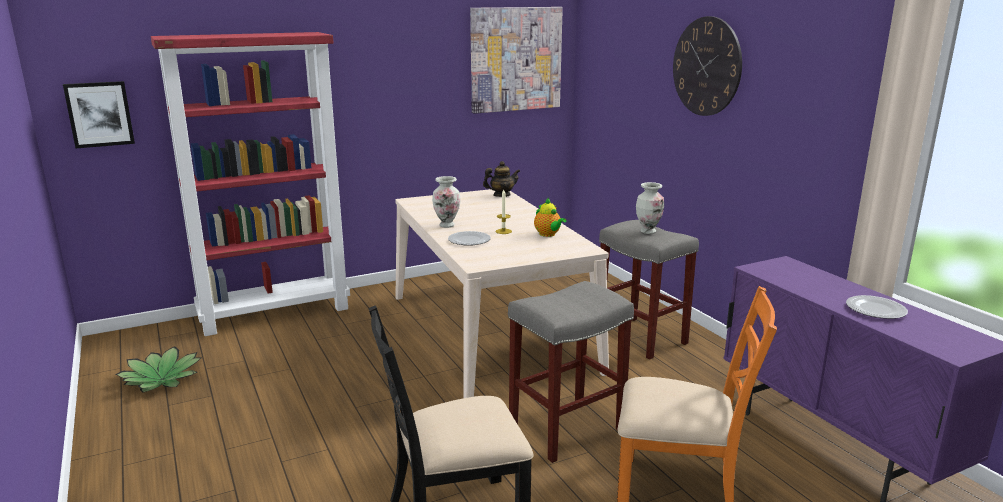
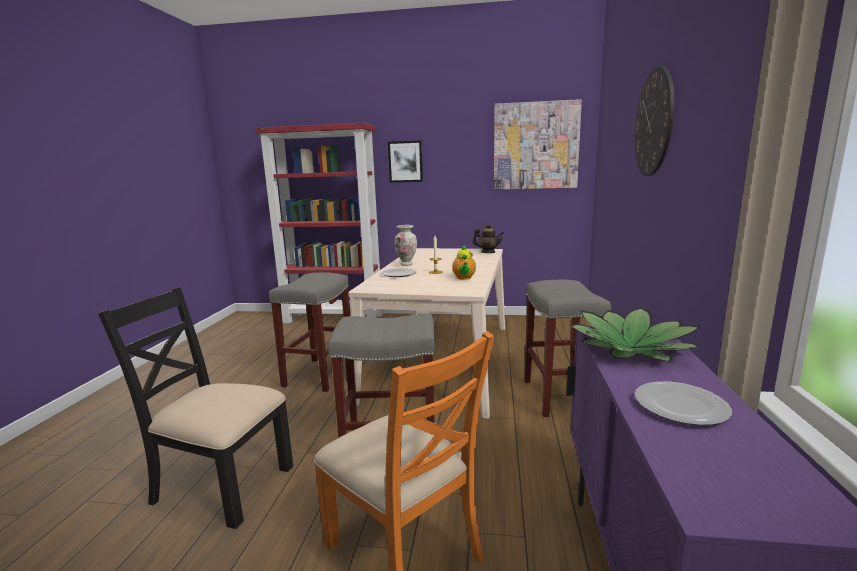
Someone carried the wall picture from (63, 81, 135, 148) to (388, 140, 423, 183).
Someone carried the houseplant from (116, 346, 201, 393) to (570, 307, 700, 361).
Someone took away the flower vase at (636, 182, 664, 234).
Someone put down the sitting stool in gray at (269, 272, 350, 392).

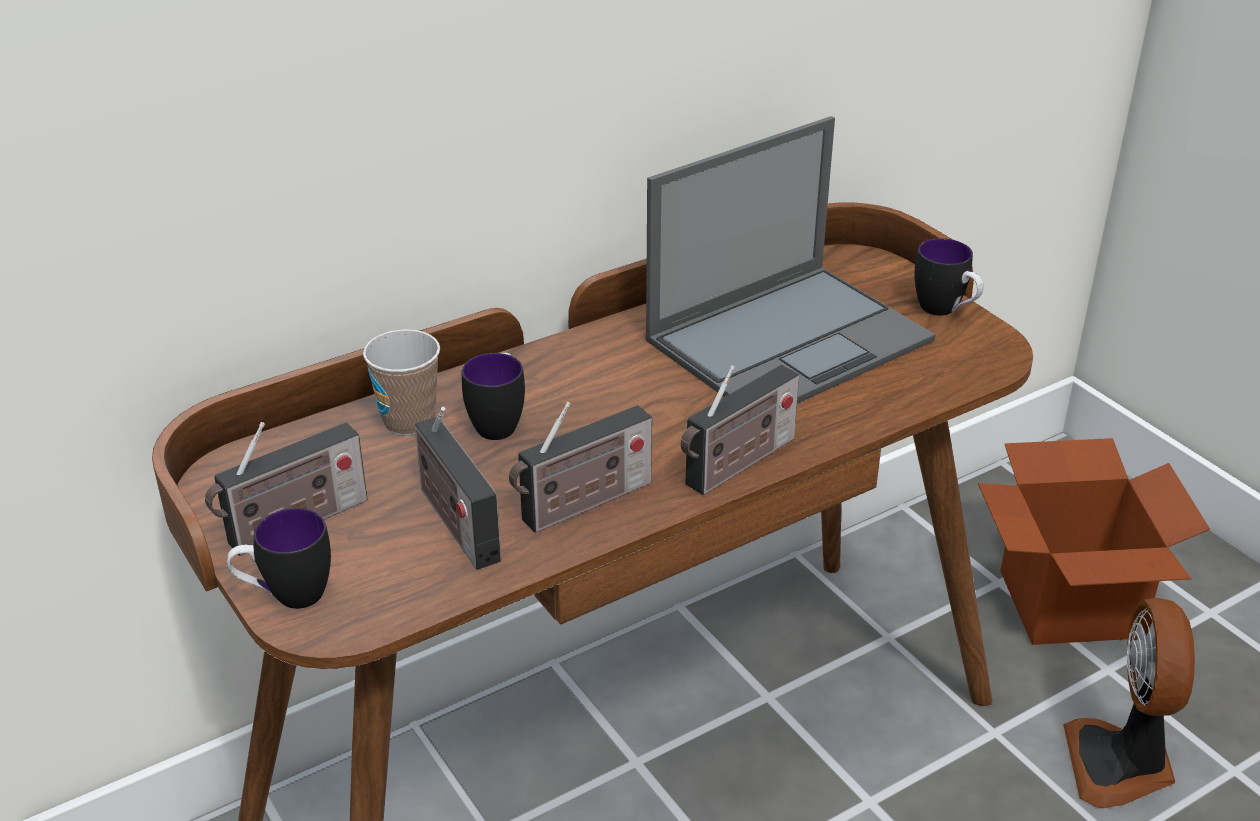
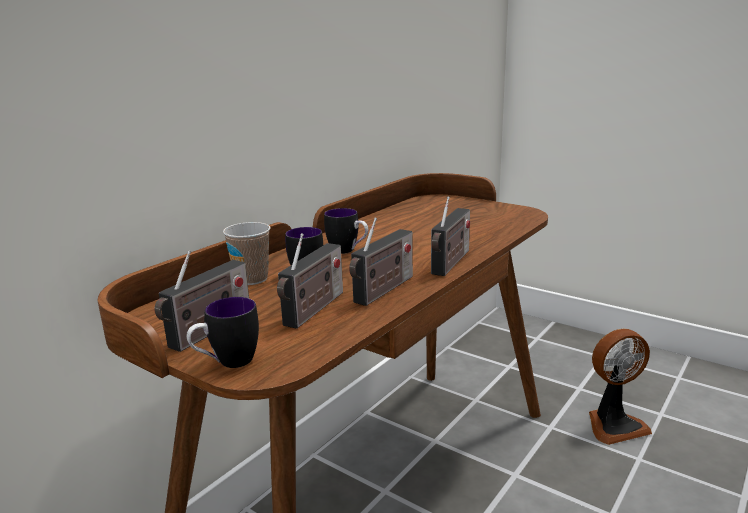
Someone rotated the radio receiver at (415, 407, 501, 570) by 105 degrees counterclockwise.
Someone took away the laptop at (646, 116, 936, 404).
Someone carried the mug from (914, 238, 984, 316) to (324, 208, 368, 254).
Someone took away the packing box at (978, 438, 1210, 645).
Someone rotated the electric fan at (1063, 598, 1195, 808) by 90 degrees counterclockwise.

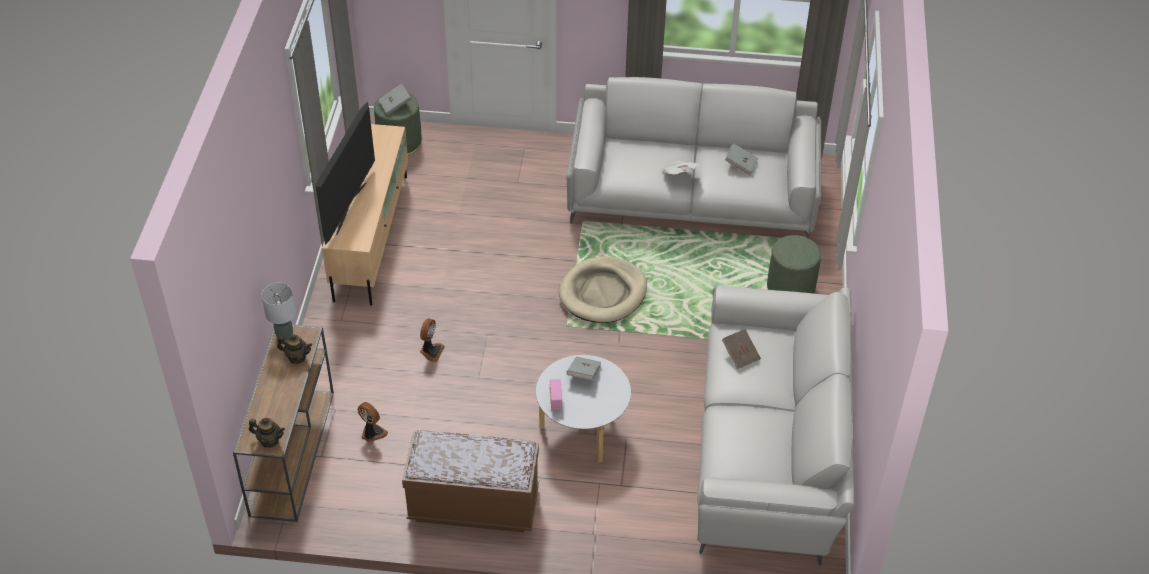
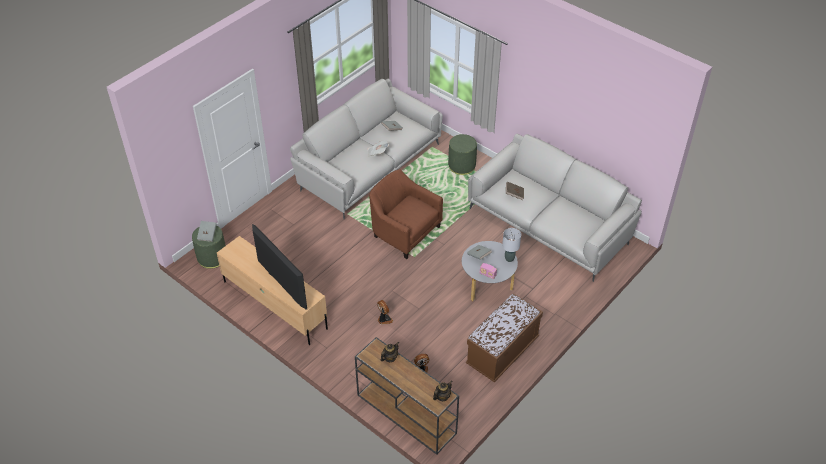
Someone carried the tabletop lamp in gray from (261, 283, 296, 341) to (502, 228, 521, 262).
Someone swapped the pet bed in sand-coloured at (559, 256, 647, 323) for the armchair in brownish at (369, 169, 443, 259).

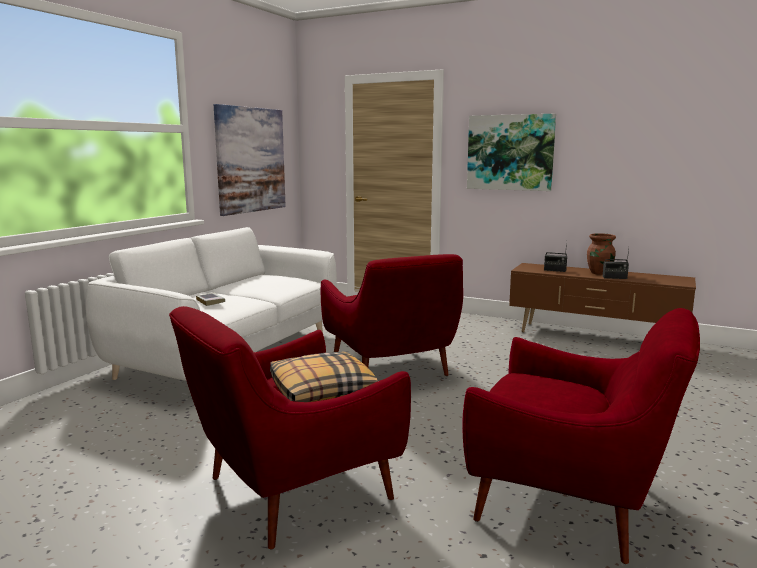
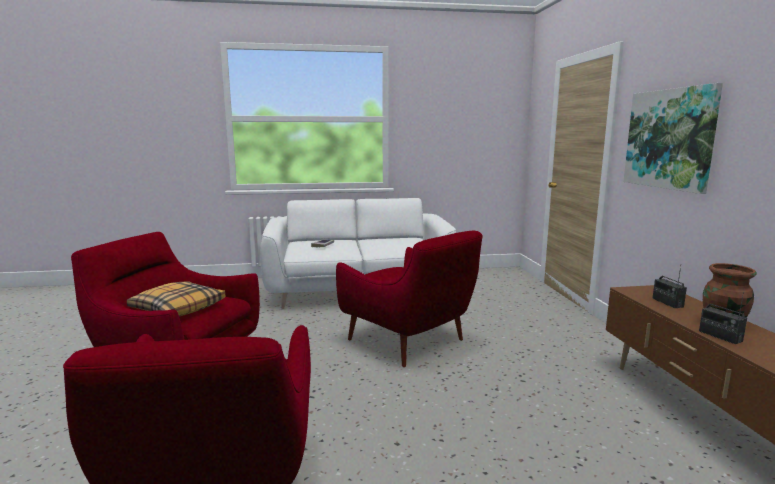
Someone took away the wall picture at (214, 104, 286, 216).
Someone rotated the armchair in red-coloured at (321, 254, 463, 376) by 75 degrees counterclockwise.

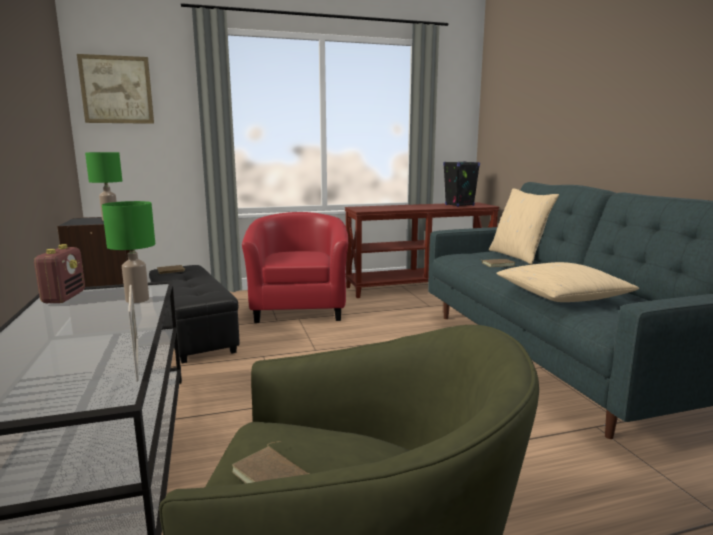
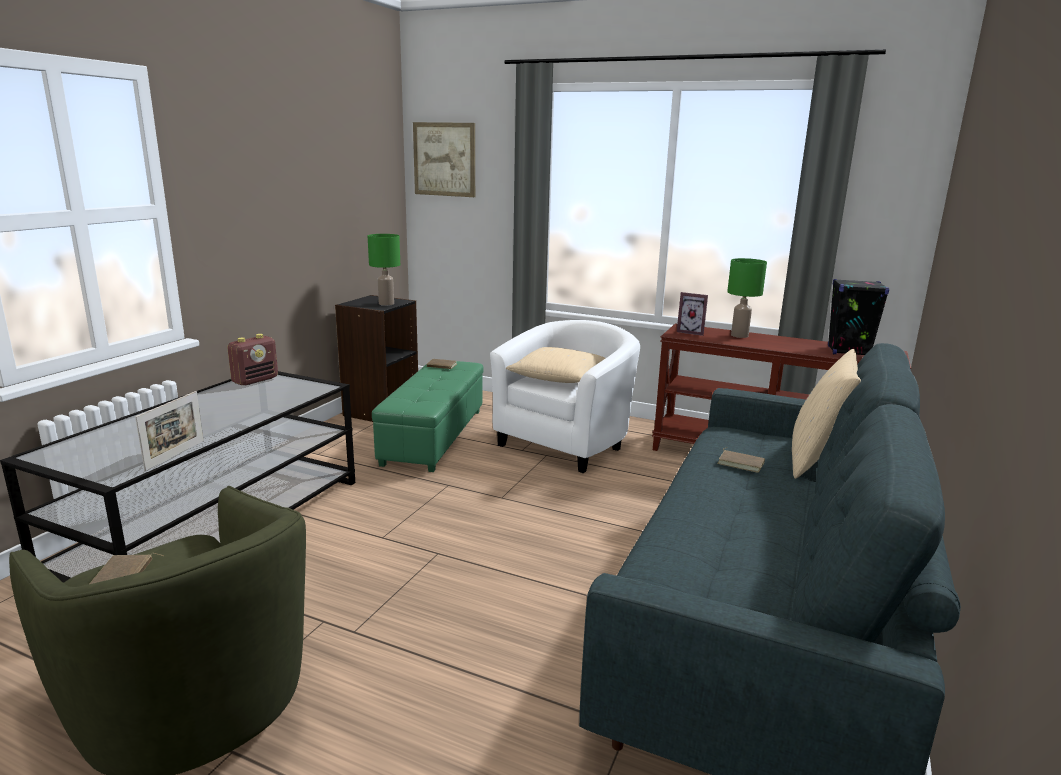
Someone carried the tabletop lamp in green-coloured from (102, 201, 155, 303) to (727, 258, 767, 338).
Someone repainted the pouffe in black-coloured at (149, 265, 240, 363), which became the pouffe in green-coloured at (372, 361, 483, 472).
Someone repainted the armchair in red-coloured at (242, 212, 348, 323), which became the armchair in whitish at (490, 320, 640, 473).
Someone carried the pillow in sand-coloured from (496, 262, 639, 302) to (506, 347, 605, 383).
Someone put down the photo frame at (677, 292, 708, 336).

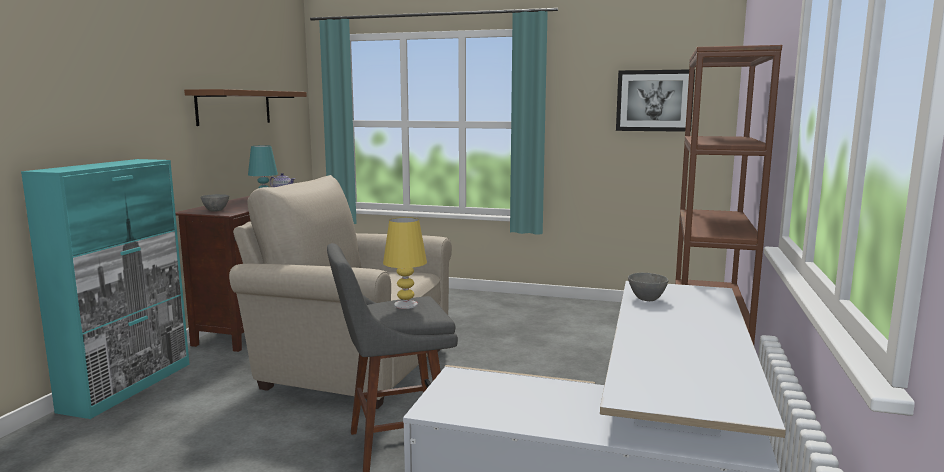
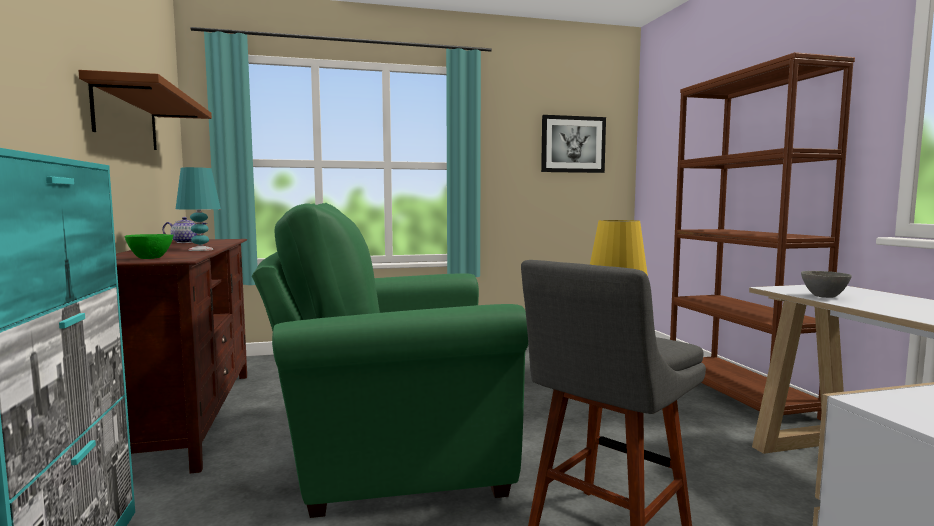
Someone repainted the deep dish in gray at (200, 194, 229, 212), which became the deep dish in green-coloured at (125, 234, 173, 259).
Someone repainted the armchair in sand-coloured at (229, 175, 452, 409), which became the armchair in green-coloured at (252, 203, 528, 518).

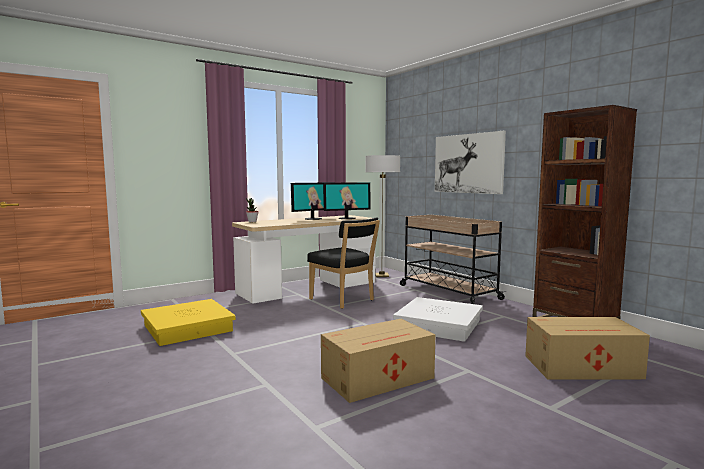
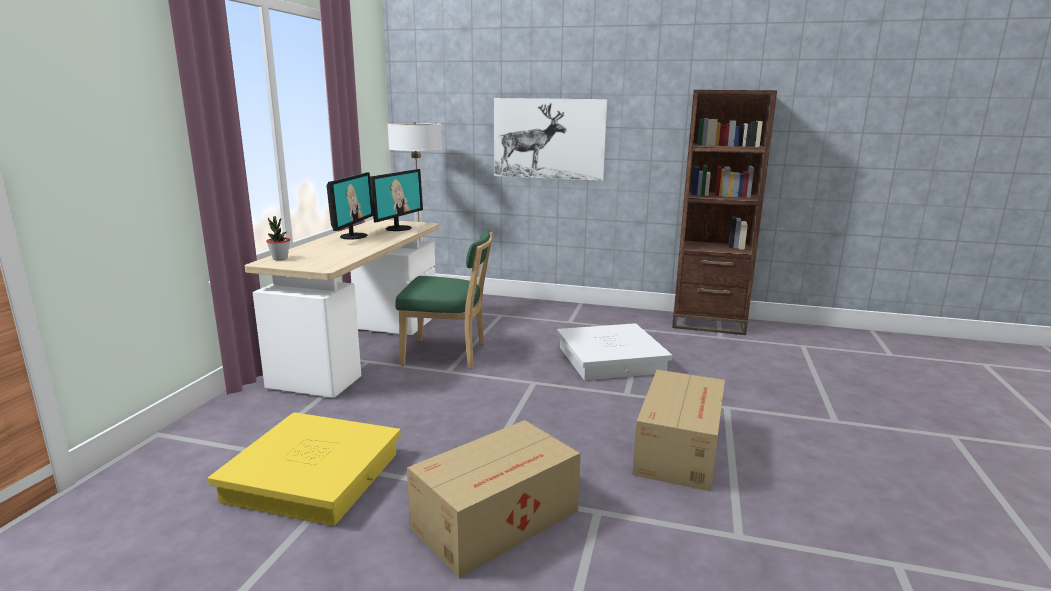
Someone repainted the upright chair in black-coloured at (307, 217, 380, 309), which became the upright chair in green-coloured at (396, 228, 493, 369).
Someone took away the trolley in sand-coloured at (400, 215, 506, 304).
Someone carried the packing box from (525, 317, 650, 379) to (407, 420, 581, 578).

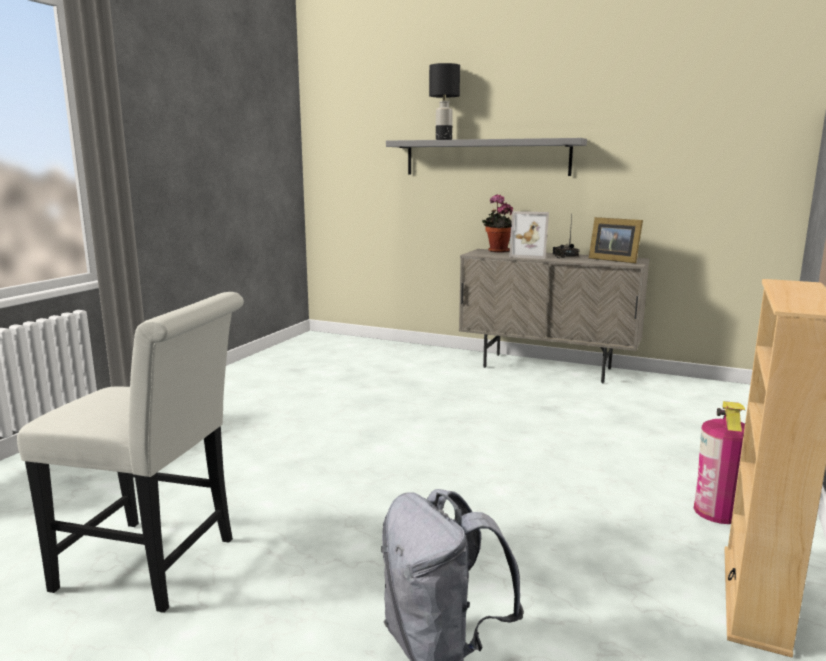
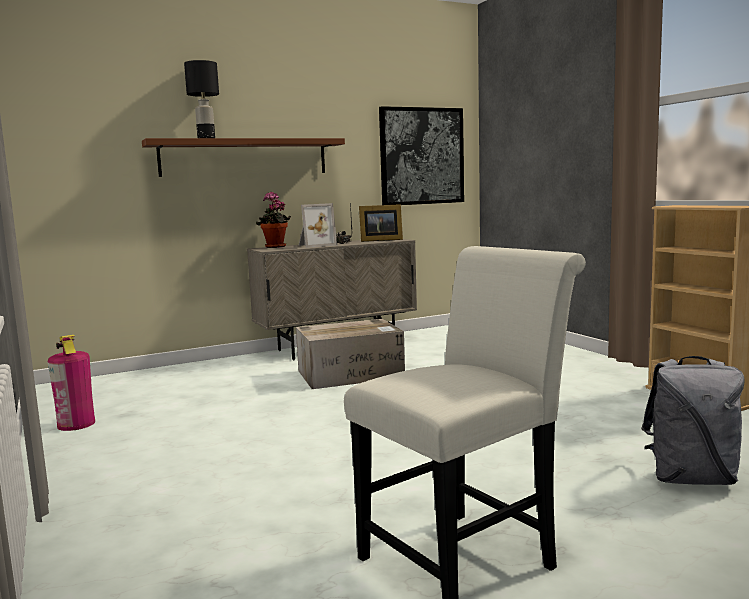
Someone repainted the shelf in gray at (386, 138, 587, 176), which became the shelf in brownish at (142, 138, 345, 177).
Someone carried the fire-fighting cylinder from (694, 401, 745, 524) to (48, 335, 95, 431).
Someone put down the packing box at (296, 319, 405, 389).
Someone put up the wall picture at (379, 106, 464, 205).

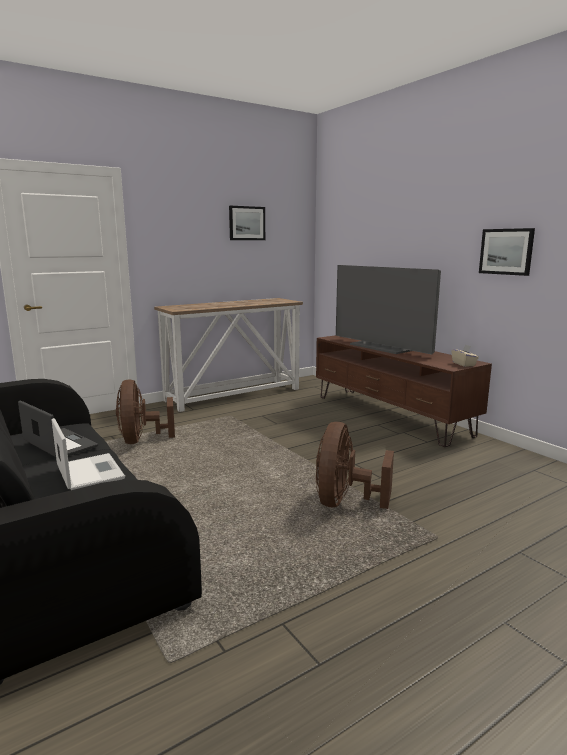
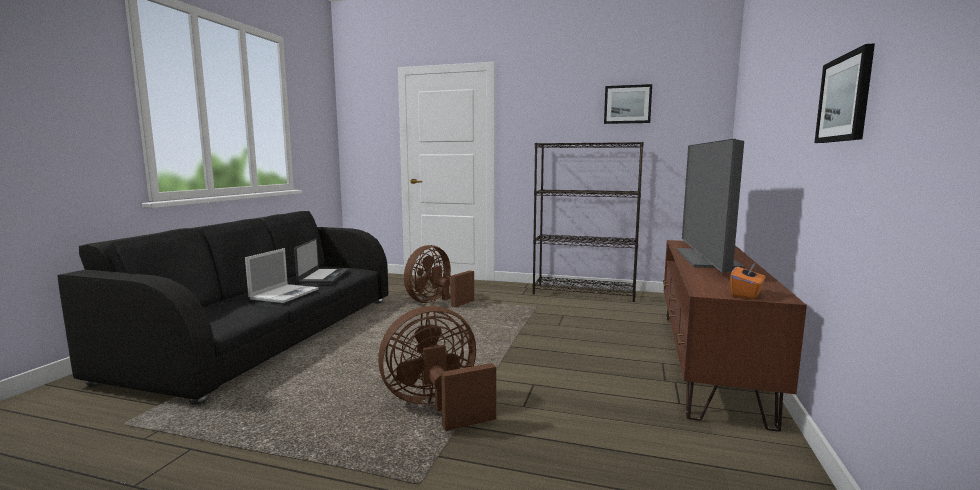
Someone swapped the console table at (154, 298, 303, 412) for the bookcase in black-coloured at (532, 142, 644, 302).
Someone repainted the box of tissues in sand-coloured at (451, 344, 479, 367), which became the box of tissues in orange at (730, 262, 765, 299).

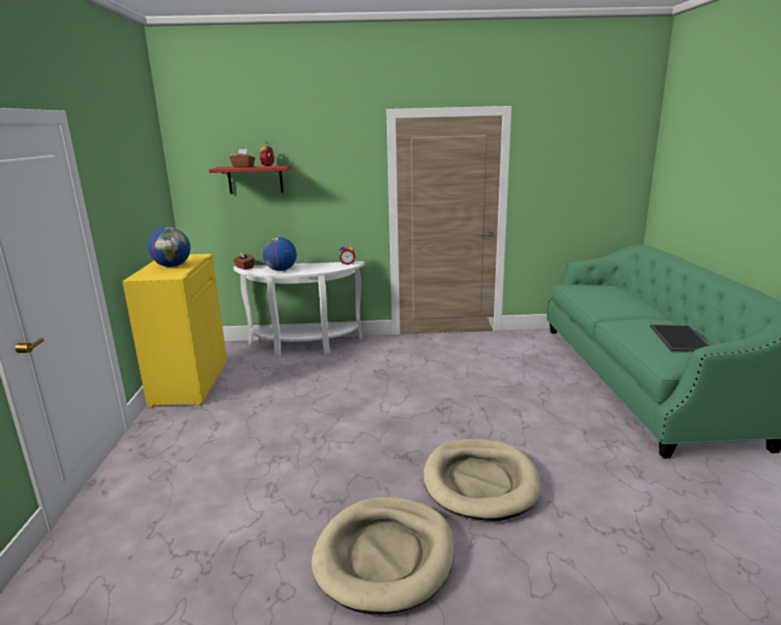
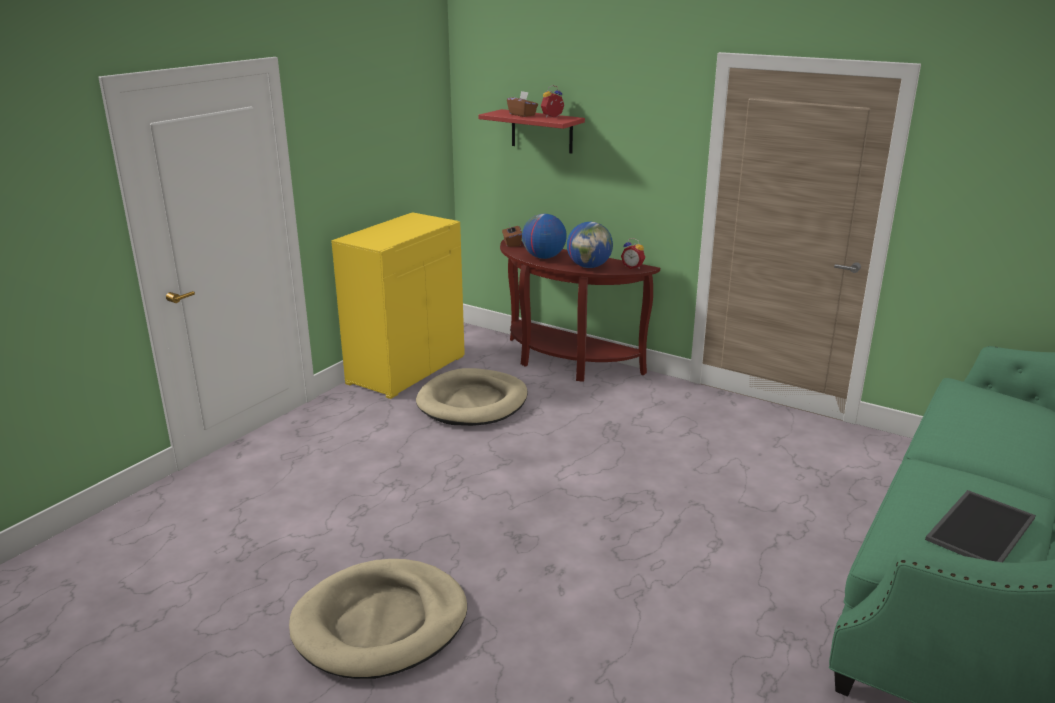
Someone carried the world globe from (148, 227, 190, 267) to (567, 222, 613, 268).
Someone repainted the console table in whitish at (233, 261, 364, 356), which became the console table in brownish at (500, 240, 660, 382).
Someone carried the pet bed in sand-coloured from (424, 439, 541, 521) to (416, 368, 528, 426).

